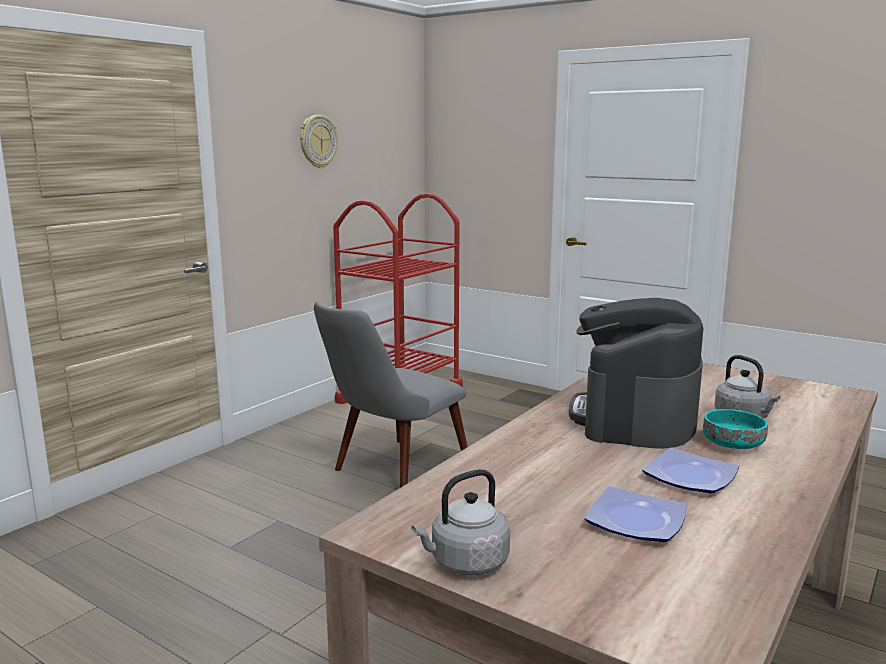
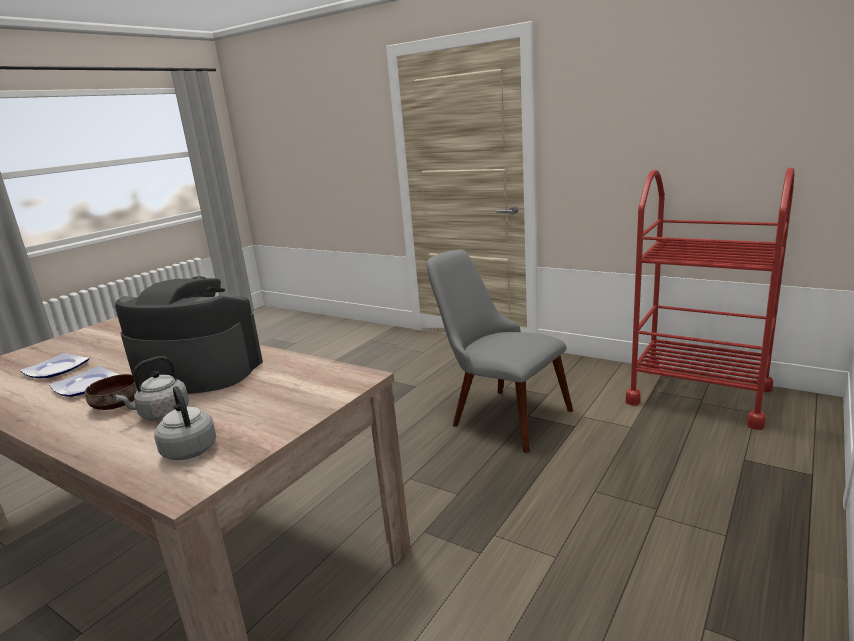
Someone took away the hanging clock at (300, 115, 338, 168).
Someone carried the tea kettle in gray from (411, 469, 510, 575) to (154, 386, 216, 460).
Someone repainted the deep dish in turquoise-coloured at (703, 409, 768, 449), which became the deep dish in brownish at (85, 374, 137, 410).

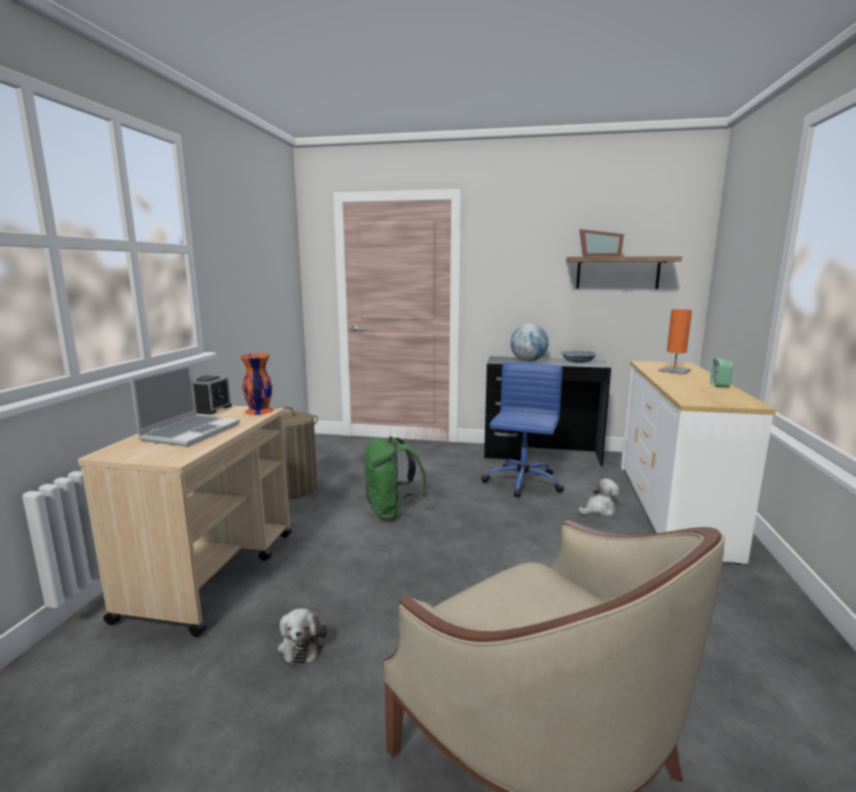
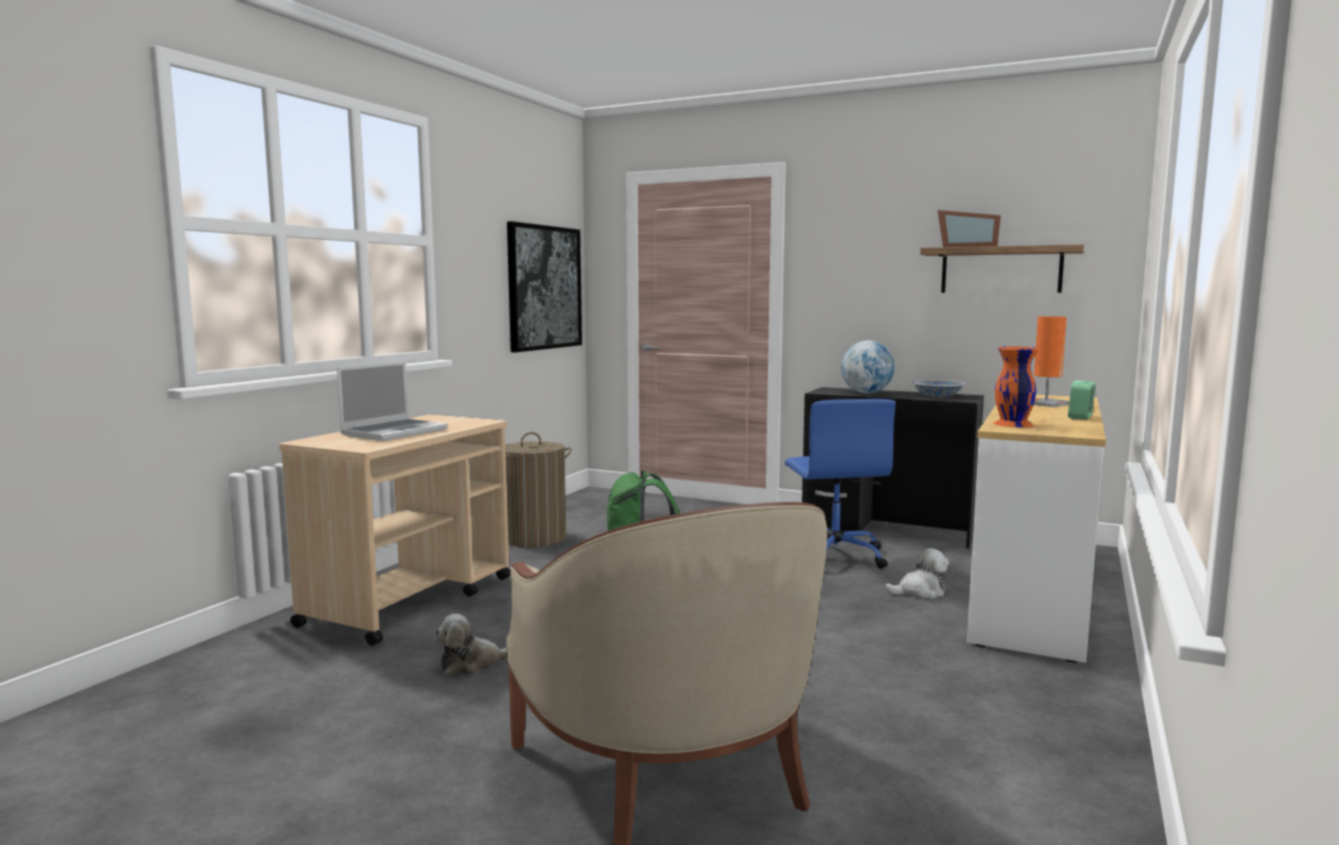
Someone took away the bedside clock at (193, 375, 232, 415).
Someone carried the flower vase in orange from (240, 353, 274, 415) to (993, 346, 1039, 427).
Someone rotated the soft toy at (278, 608, 327, 665) by 60 degrees clockwise.
Someone rotated the computer chair in bluish at (481, 362, 564, 498) by 135 degrees clockwise.
Someone put up the wall picture at (507, 221, 582, 353).

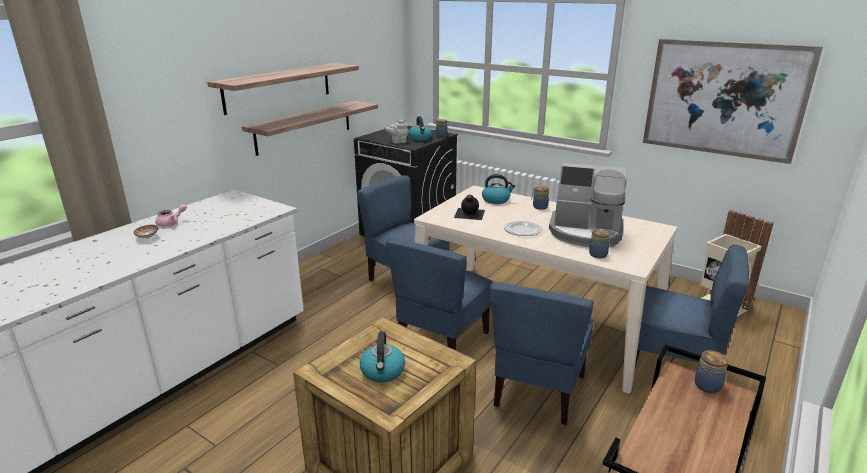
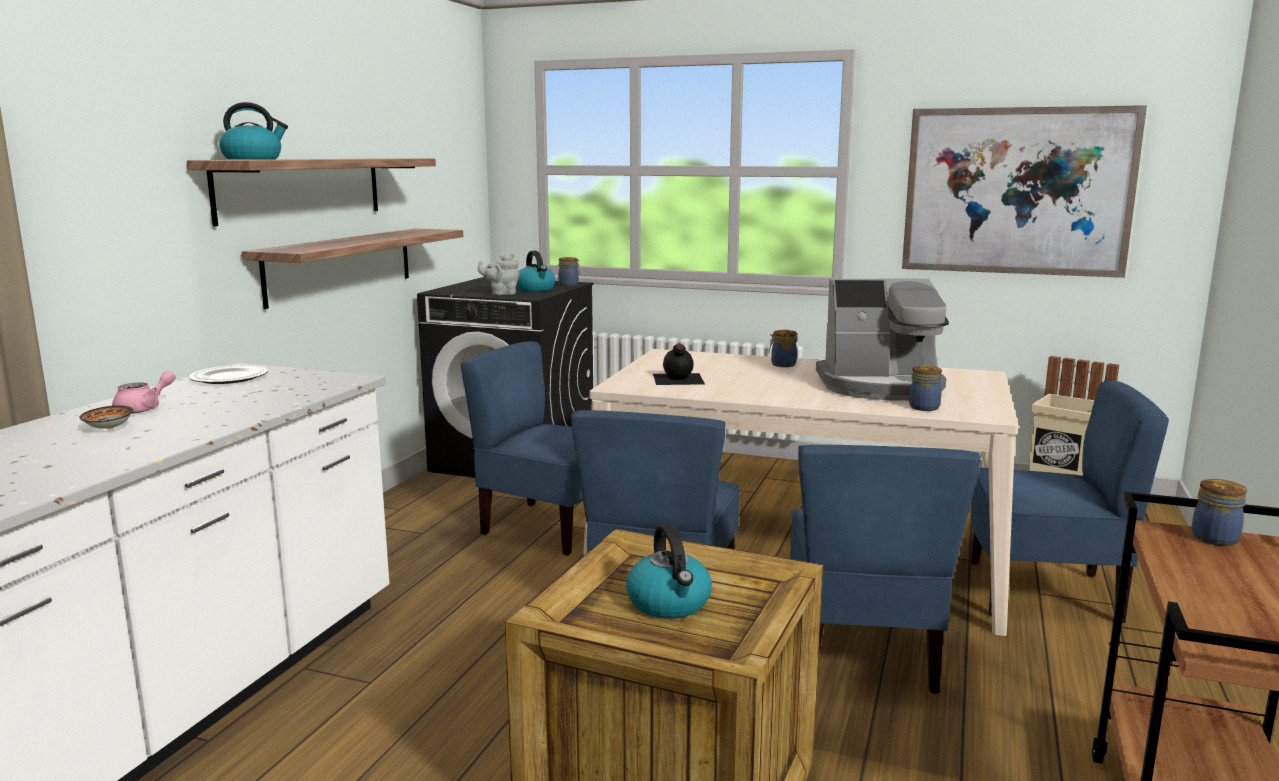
Someone carried the tea kettle from (482, 174, 515, 204) to (219, 102, 288, 160).
Someone carried the dinner plate from (504, 220, 543, 236) to (189, 365, 268, 384).

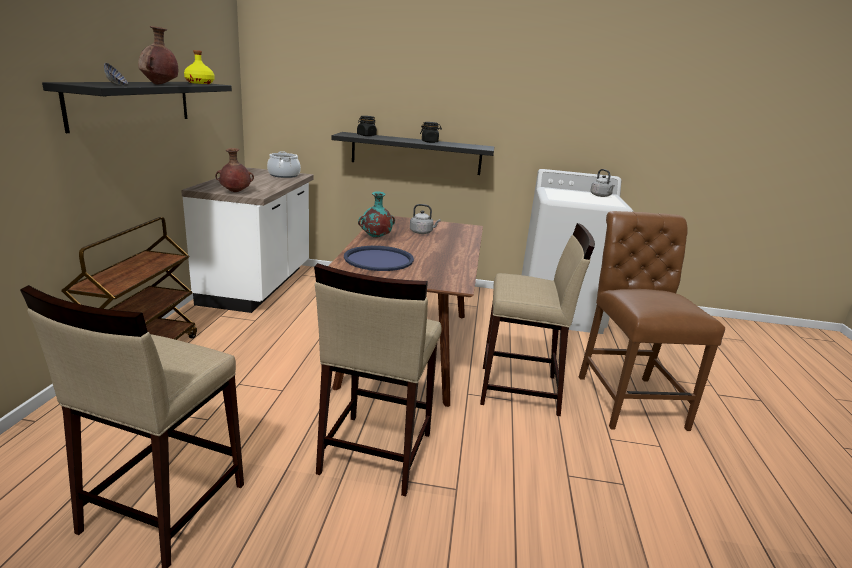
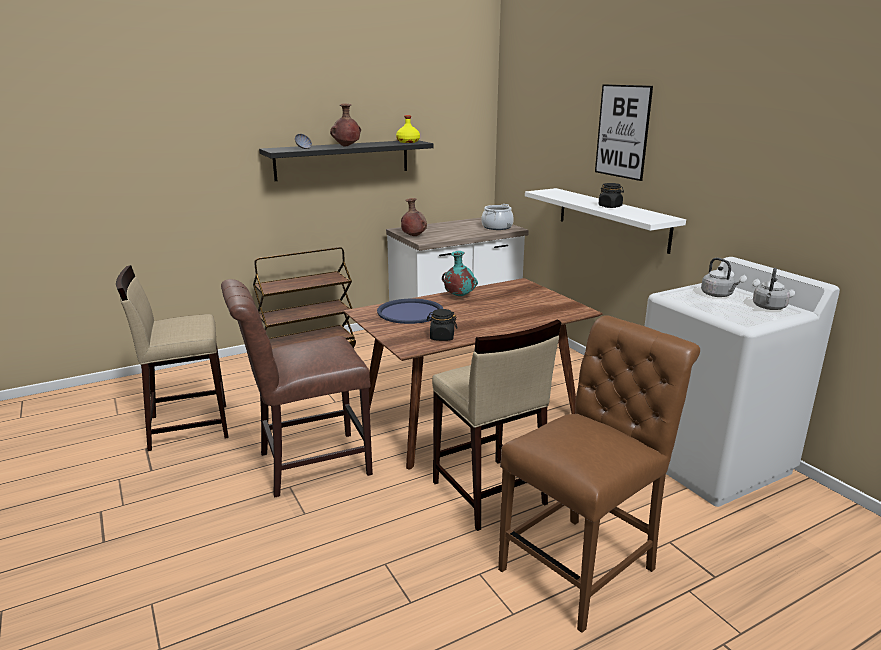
Someone swapped the sitting stool in sand-coloured at (314, 263, 442, 496) for the upright chair in brownish at (221, 279, 373, 498).
Someone repainted the shelf in black-coloured at (331, 132, 494, 175), which became the shelf in whitish at (525, 188, 686, 254).
Someone carried the preserve jar in black-coloured from (357, 116, 377, 136) to (427, 309, 457, 341).
Someone carried the tea kettle in gray from (410, 204, 441, 234) to (701, 258, 740, 297).
Someone put up the wall picture at (595, 84, 653, 181).

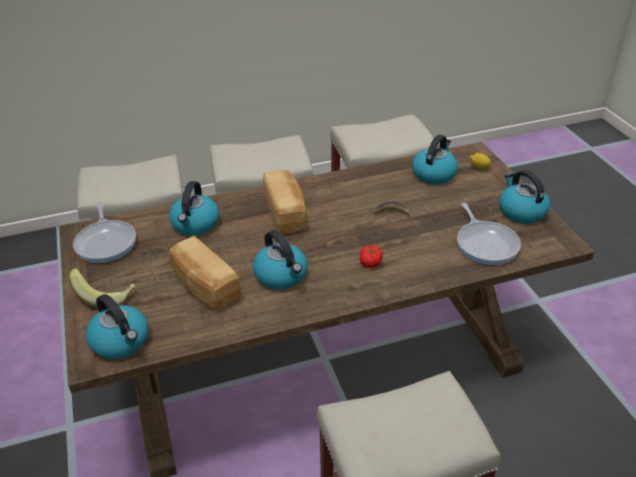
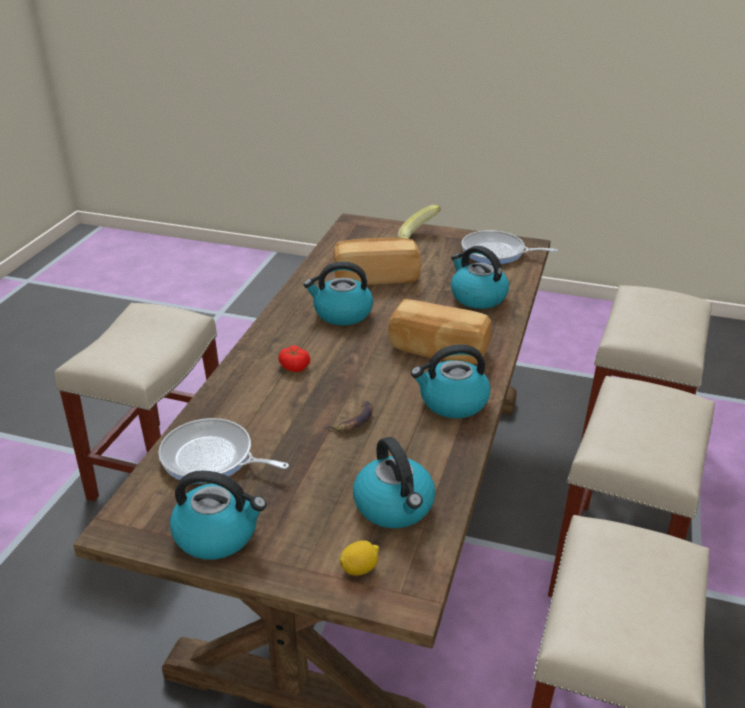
Someone carried the tea kettle from (86, 294, 149, 359) to (411, 344, 491, 418).

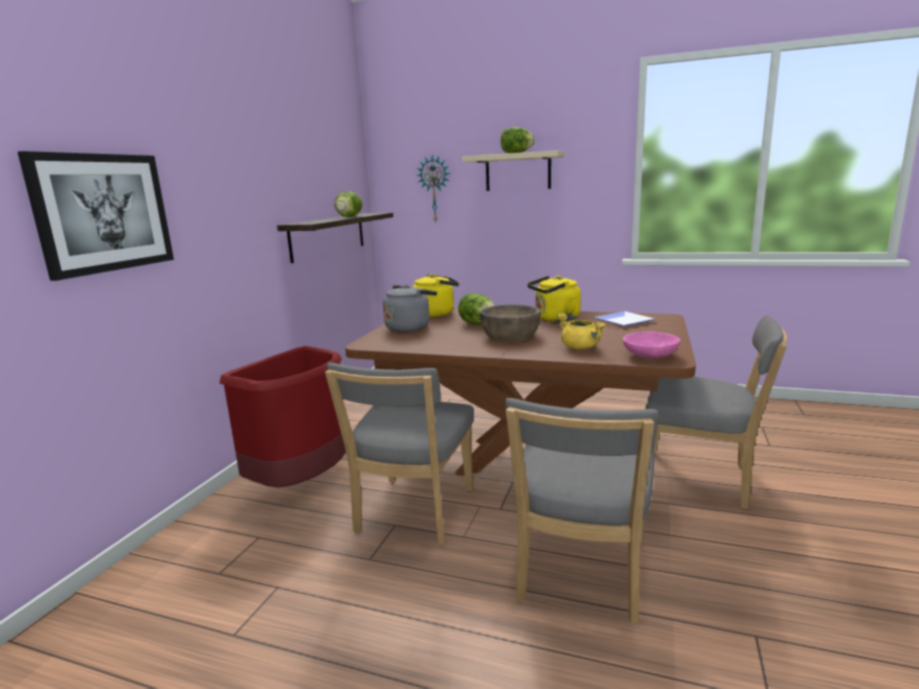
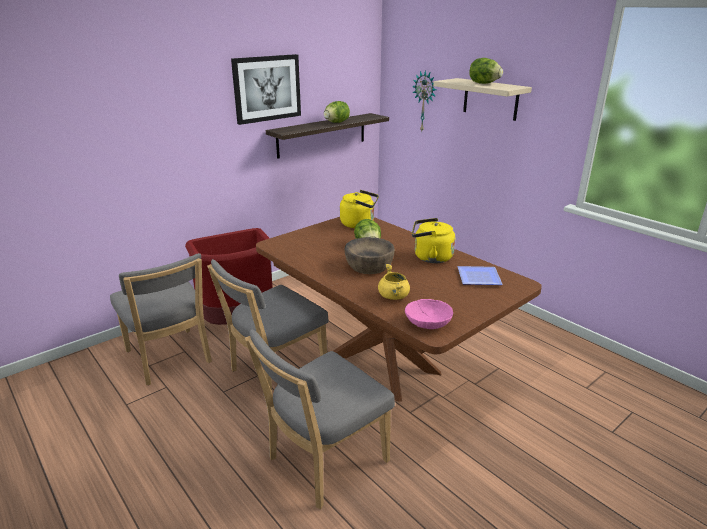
Someone carried the wall picture from (18, 151, 174, 281) to (231, 54, 301, 125).
Someone took away the tea kettle in gray at (383, 285, 437, 332).
Someone carried the upright chair in gray from (645, 315, 787, 509) to (110, 253, 212, 385).

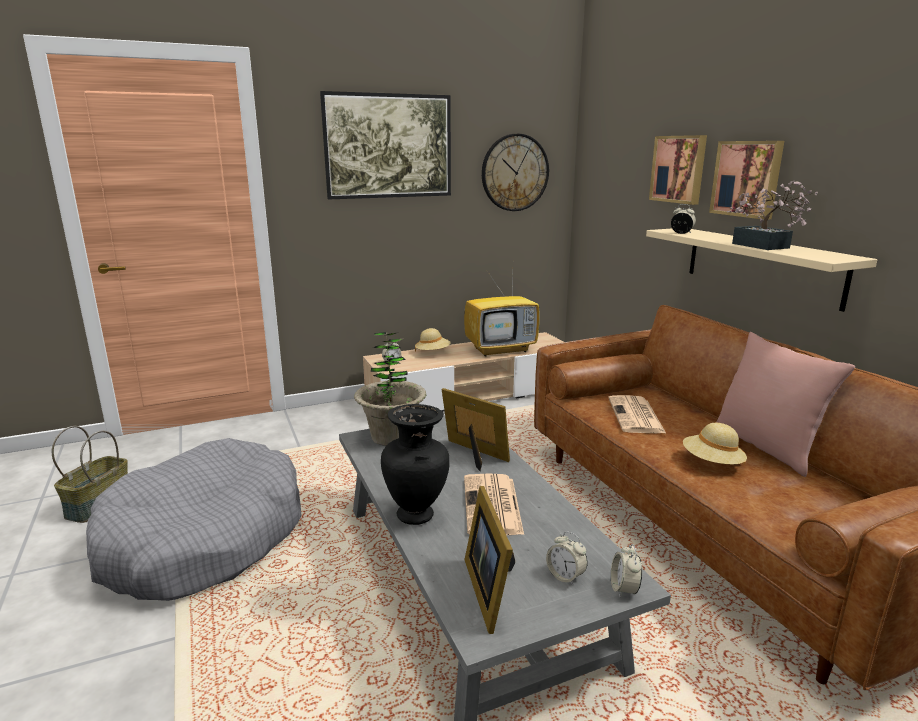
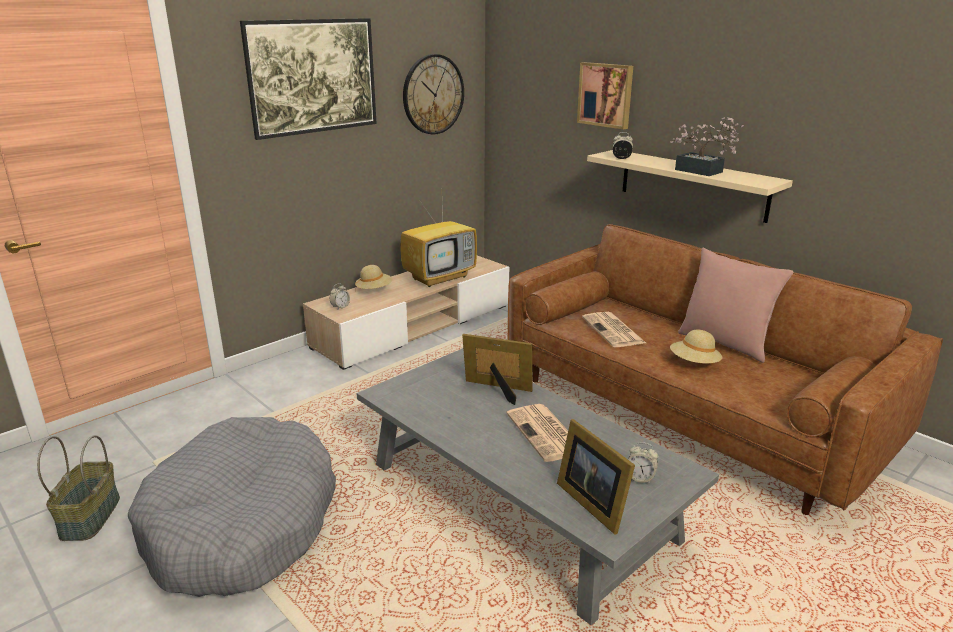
Someone took away the houseplant at (354, 332, 426, 446).
Someone took away the flower vase in black-coloured at (381, 404, 450, 525).
Someone took away the bedside clock at (611, 544, 642, 598).
Someone took away the wall picture at (709, 141, 784, 220).

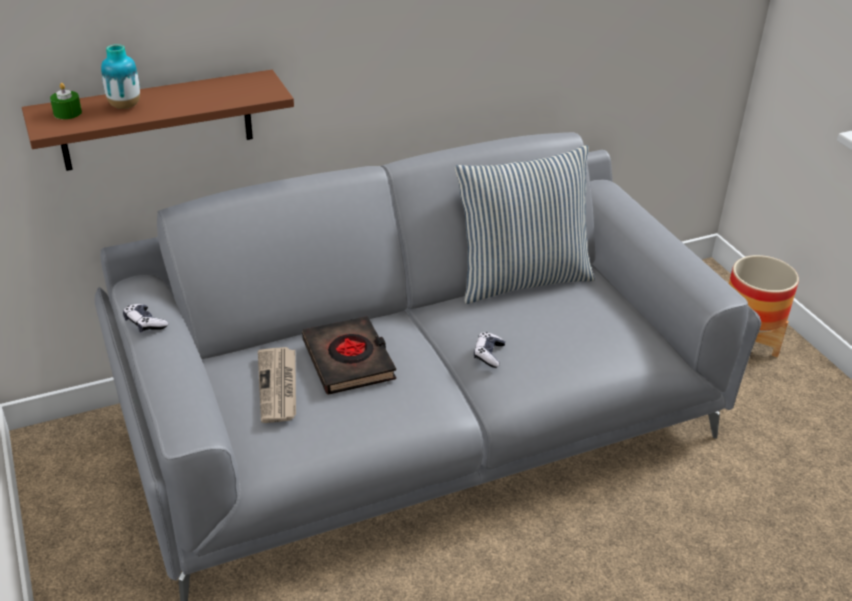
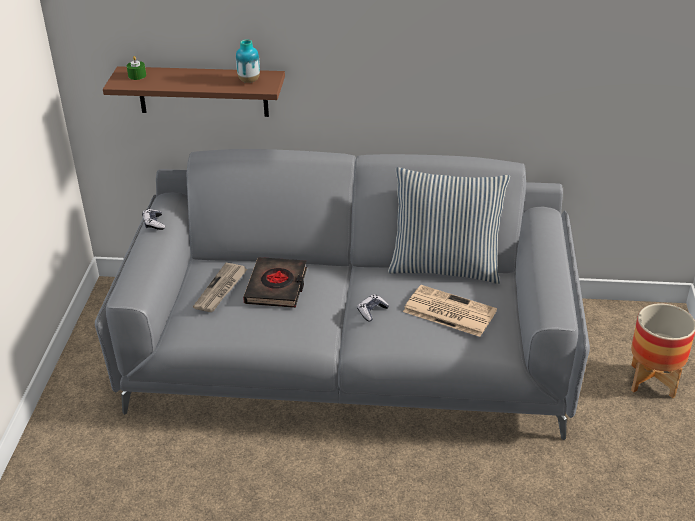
Someone carried the flower vase from (101, 44, 140, 109) to (236, 39, 260, 83).
Someone put down the printed paper at (403, 285, 497, 337).

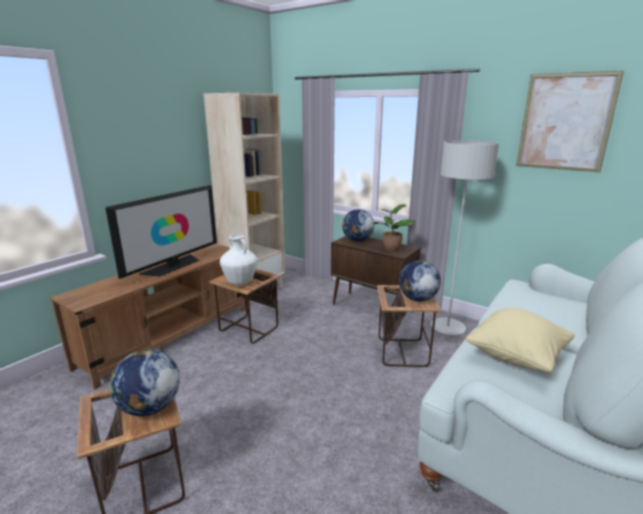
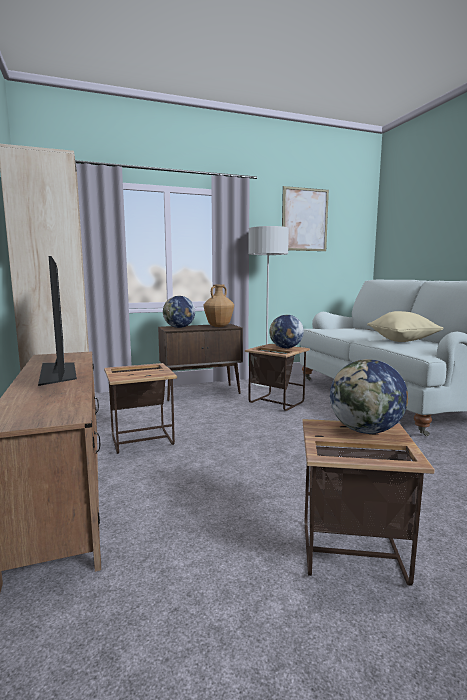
Someone took away the flower vase in whitish at (220, 234, 257, 286).
Someone swapped the houseplant at (373, 204, 415, 252) for the flower vase in brownish at (204, 285, 234, 327).

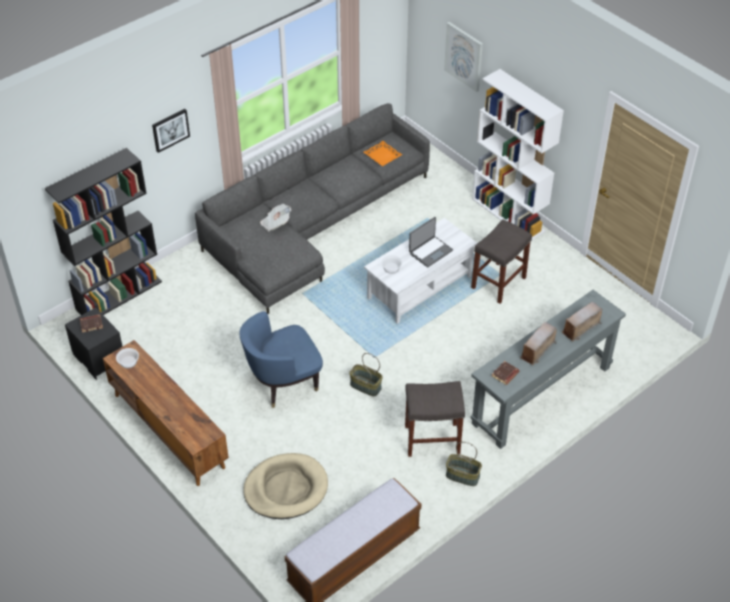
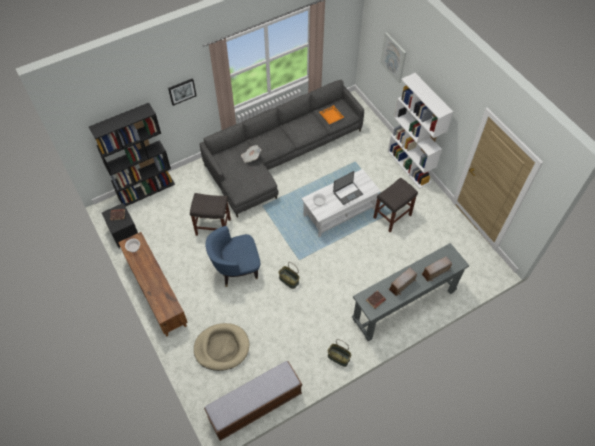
Someone carried the sitting stool in gray from (405, 381, 465, 457) to (190, 193, 231, 236).

